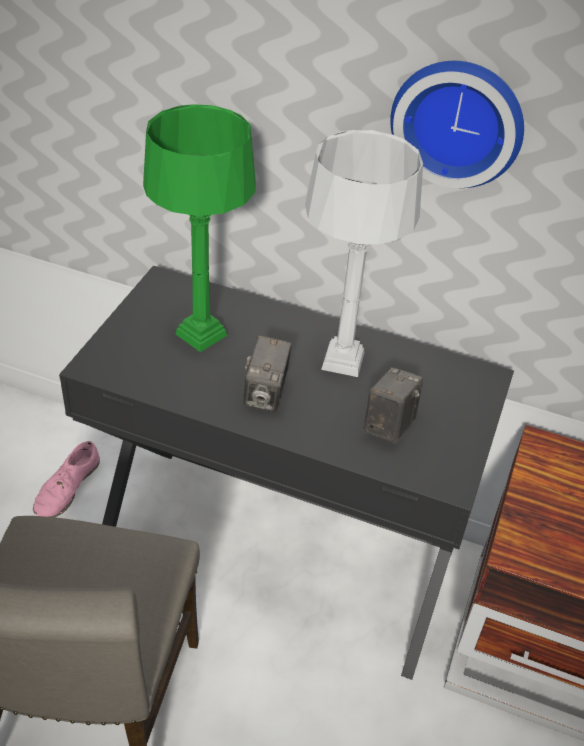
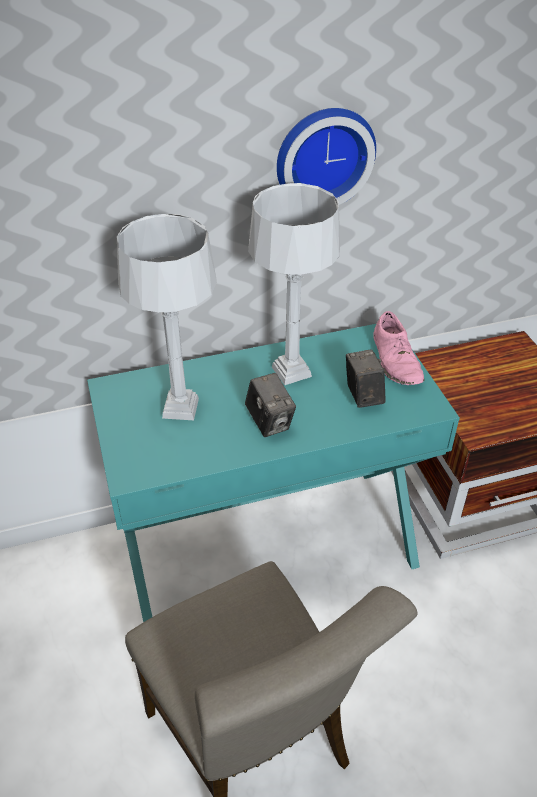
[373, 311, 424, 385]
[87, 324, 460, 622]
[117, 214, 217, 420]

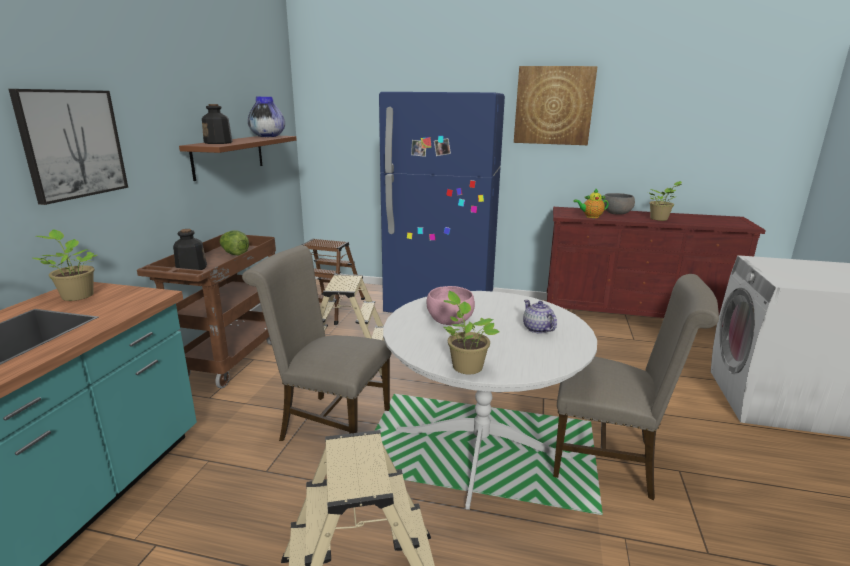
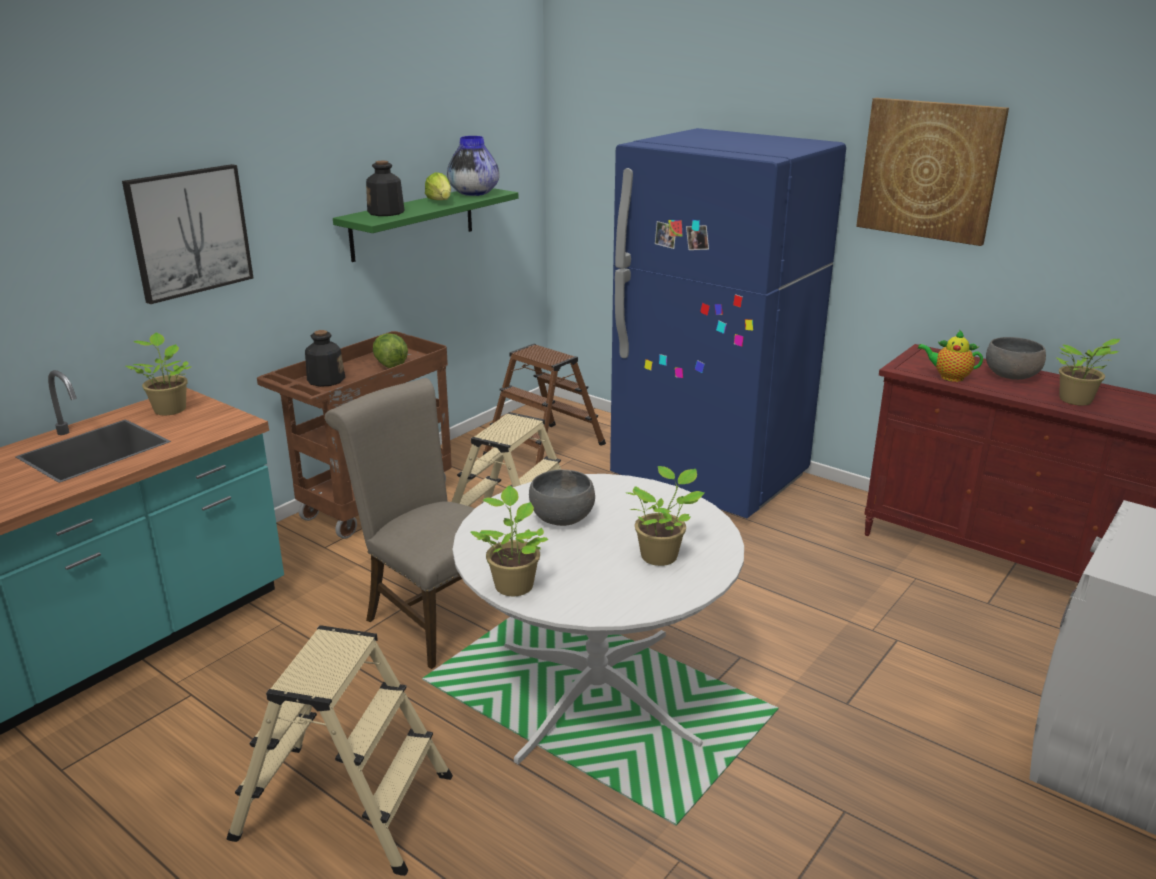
[333, 188, 518, 262]
[529, 469, 595, 526]
[626, 466, 705, 566]
[553, 274, 719, 500] (first image)
[425, 172, 451, 200]

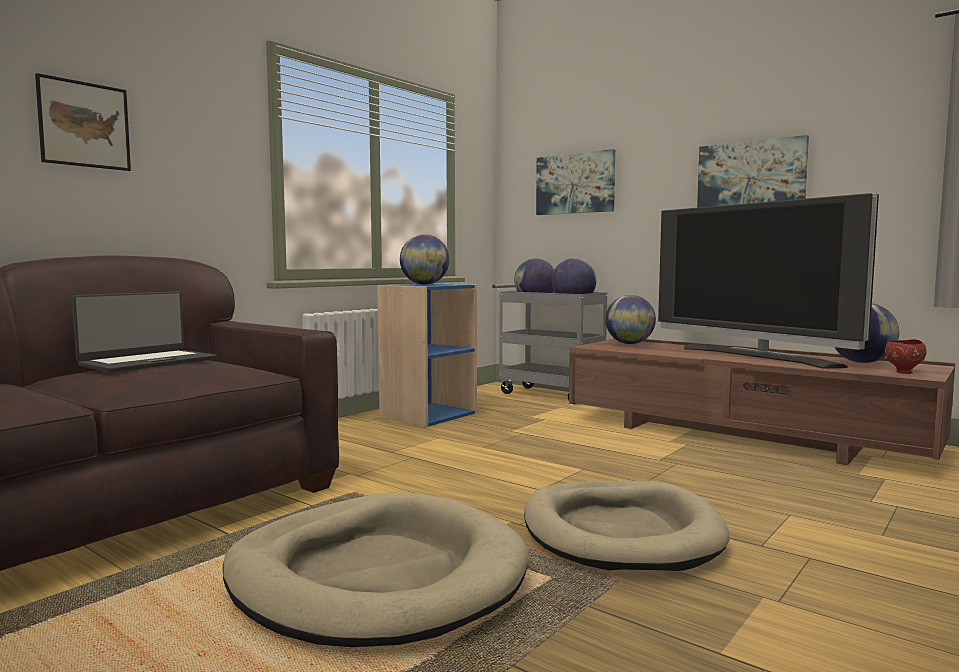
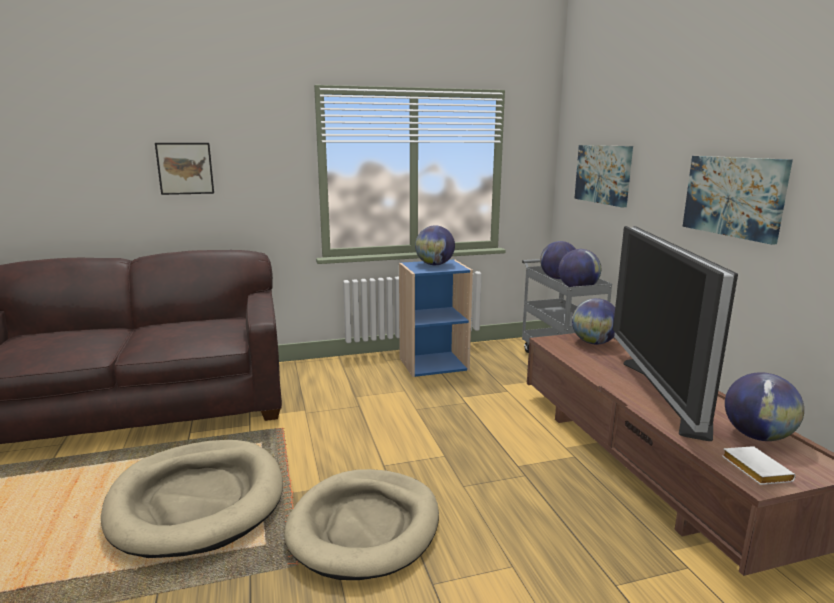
[72, 291, 217, 373] (first image)
[722, 446, 796, 485]

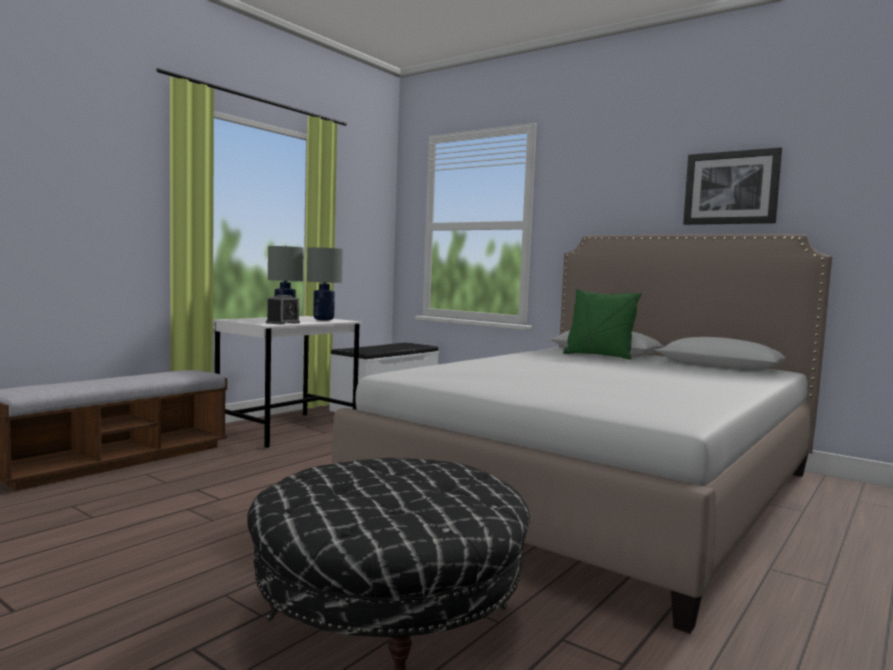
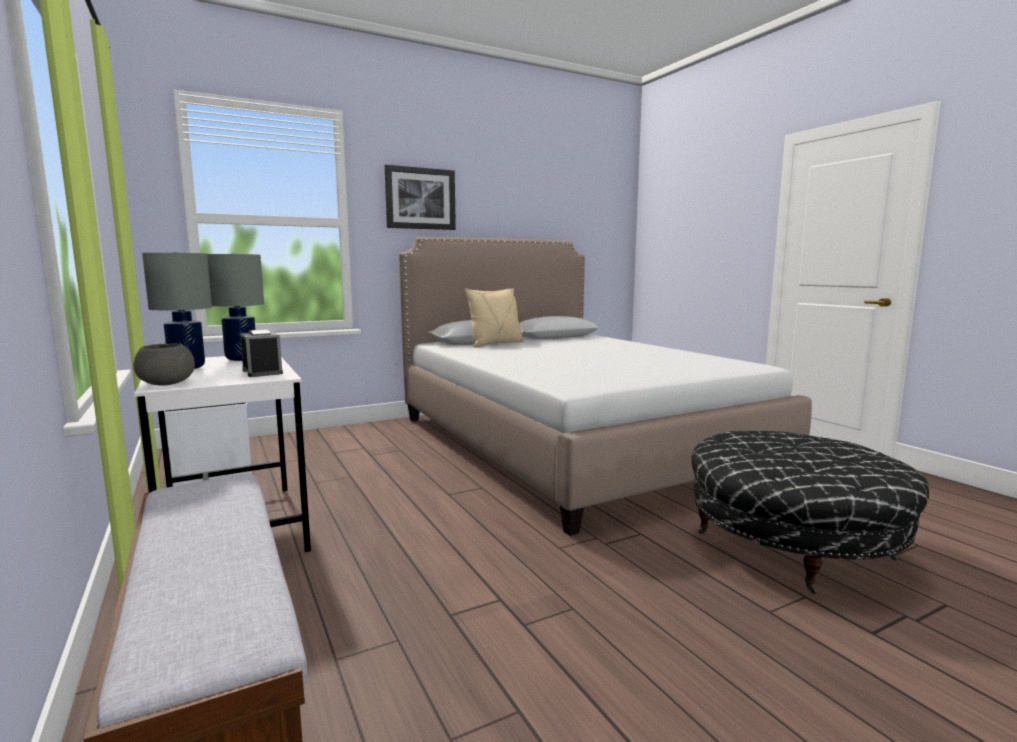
[465, 288, 524, 348]
[385, 165, 456, 230]
[133, 343, 195, 386]

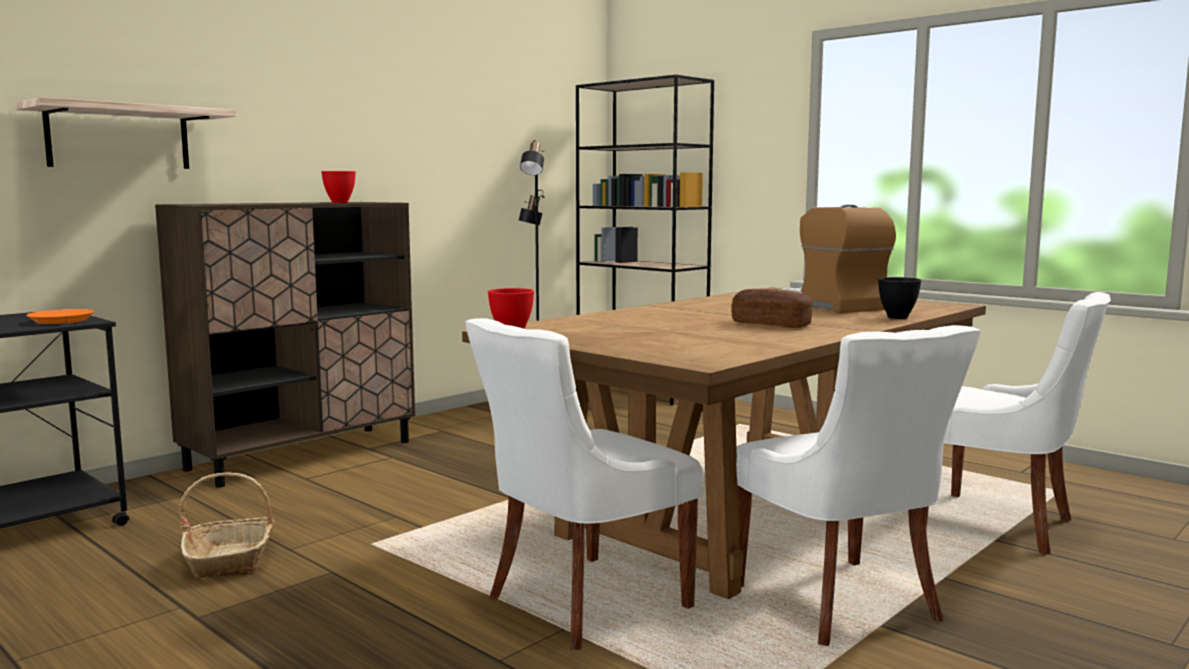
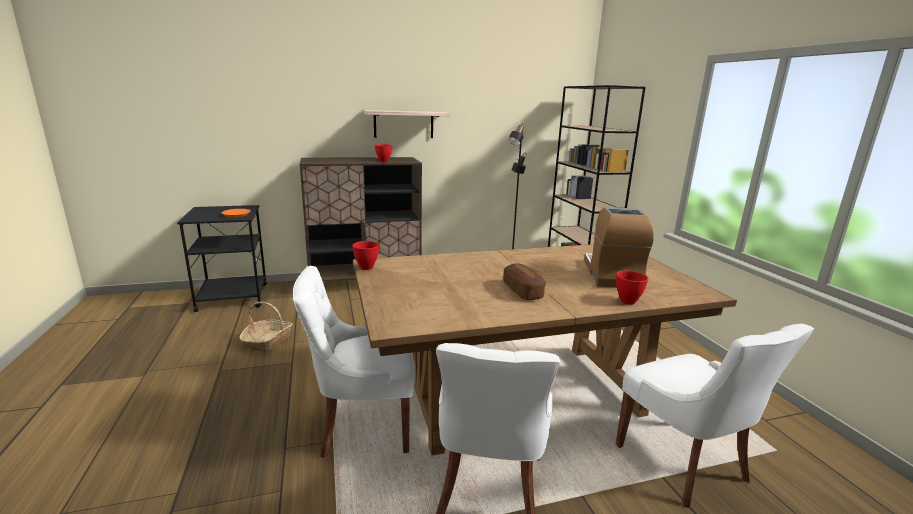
[363, 110, 451, 138]
[616, 271, 648, 305]

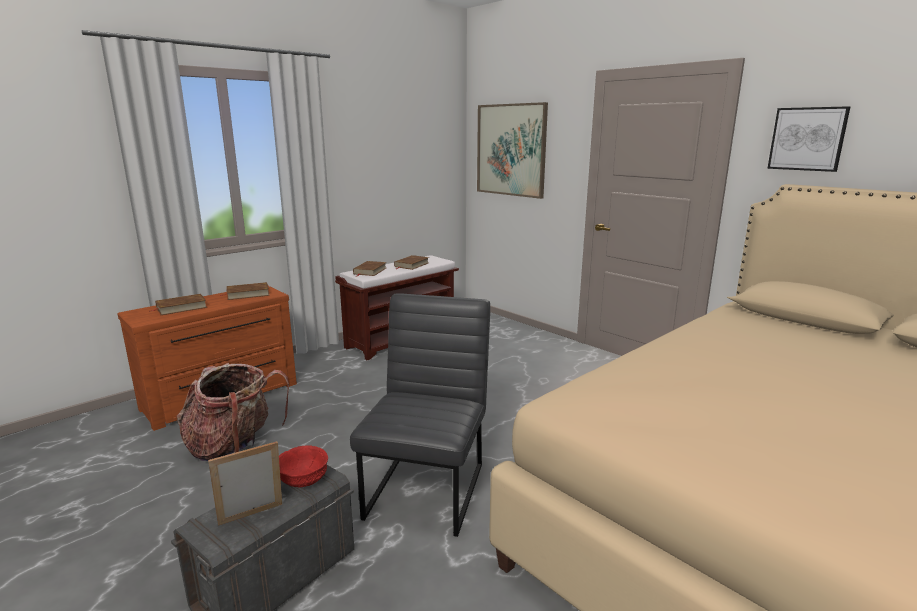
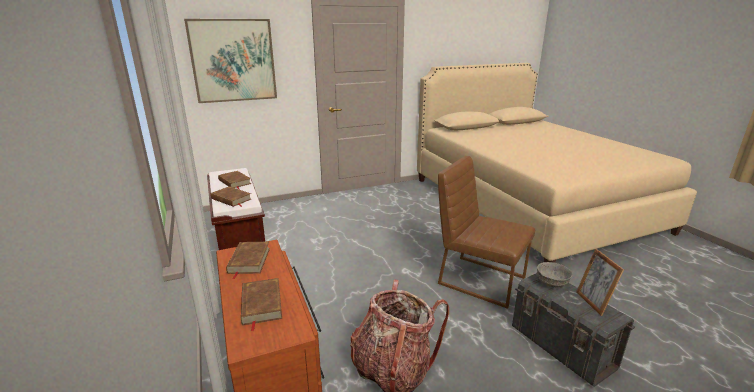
[536, 262, 573, 288]
[438, 156, 535, 309]
[767, 106, 850, 172] (first image)

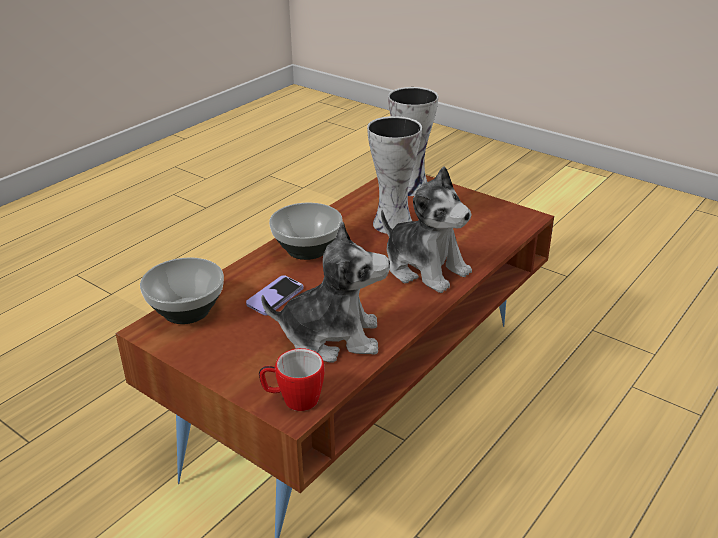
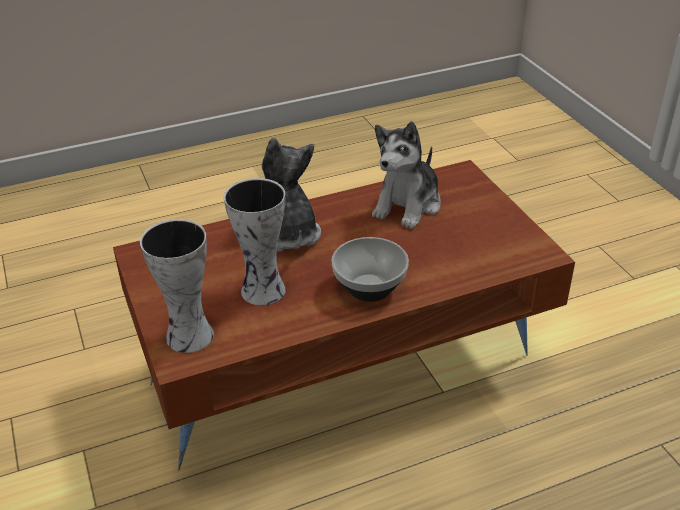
[140, 257, 224, 324] (first image)
[246, 275, 303, 315] (first image)
[259, 348, 325, 411] (first image)
[372, 121, 441, 229]

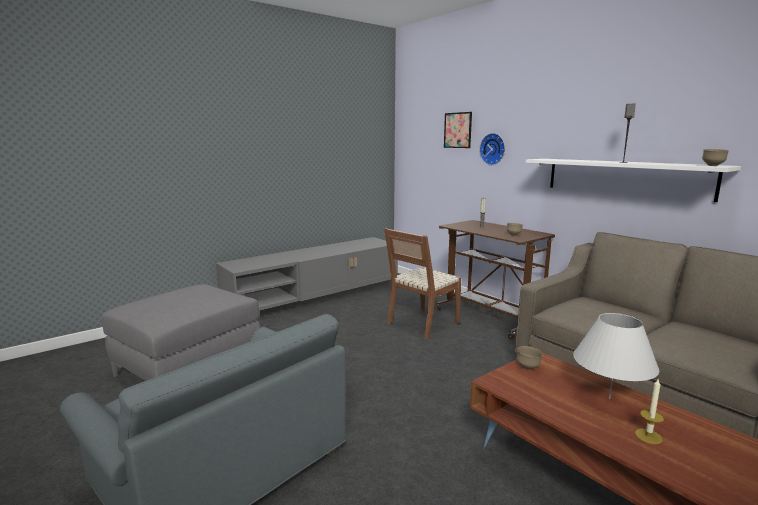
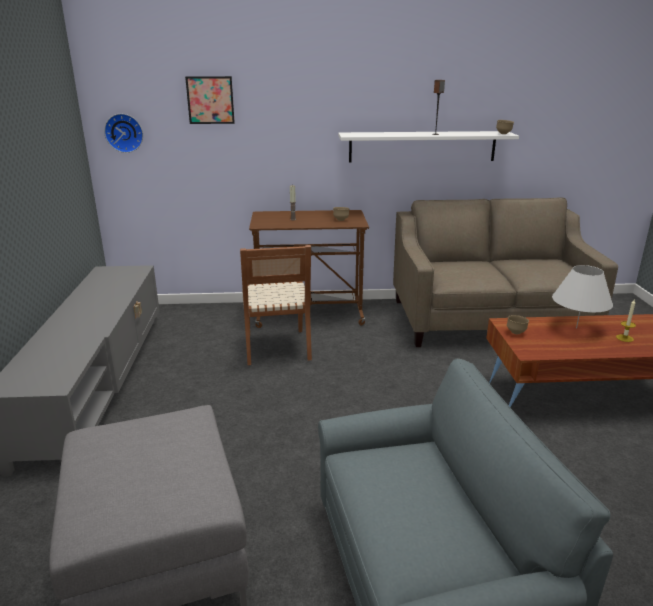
[104, 114, 143, 153]

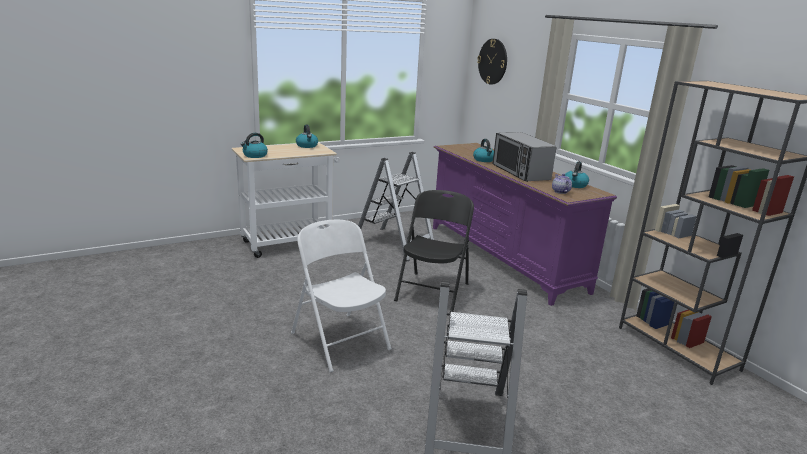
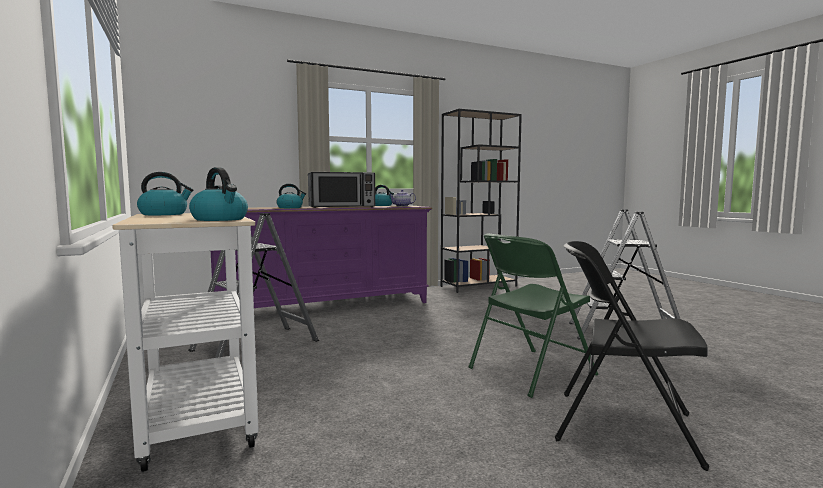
[468, 233, 598, 398]
[555, 241, 709, 471]
[477, 39, 507, 84] (first image)

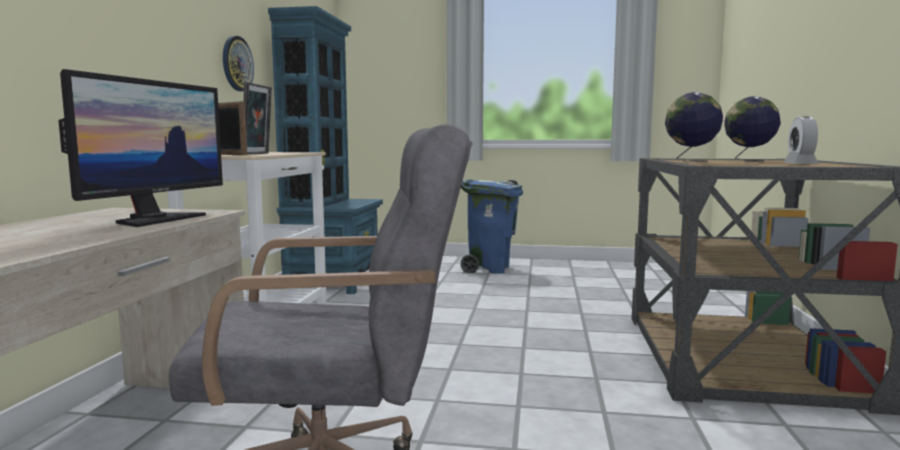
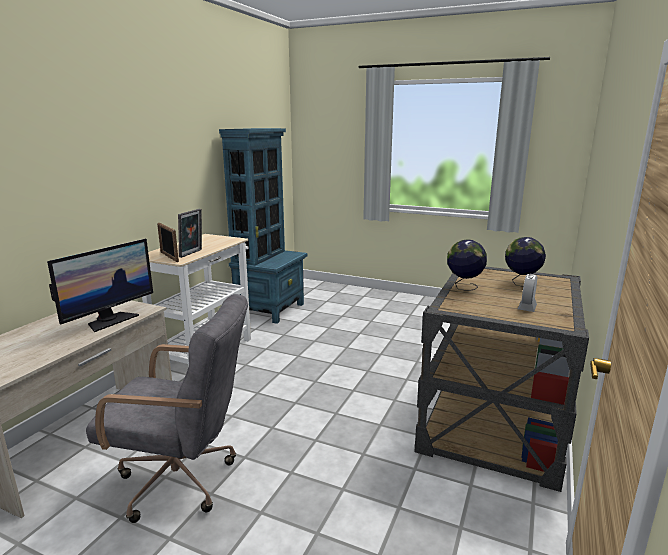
[223, 36, 254, 91] (first image)
[461, 179, 523, 274] (first image)

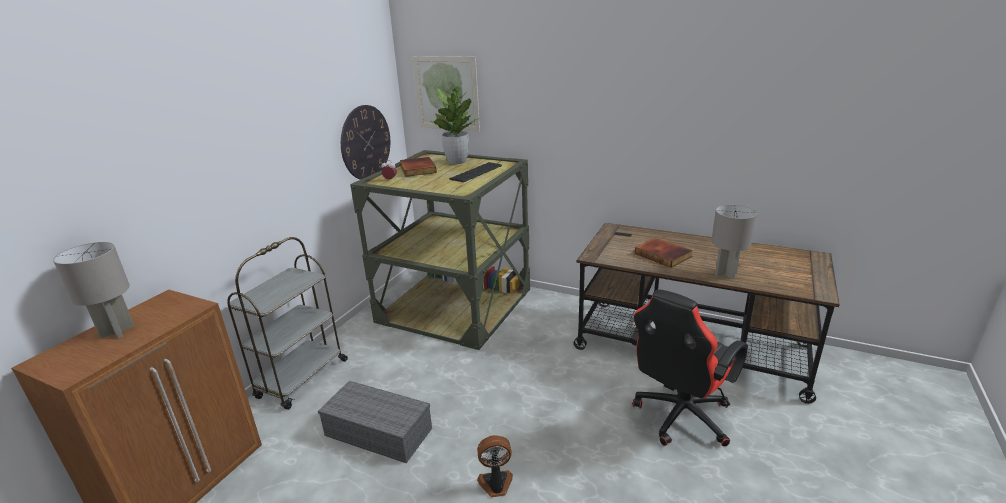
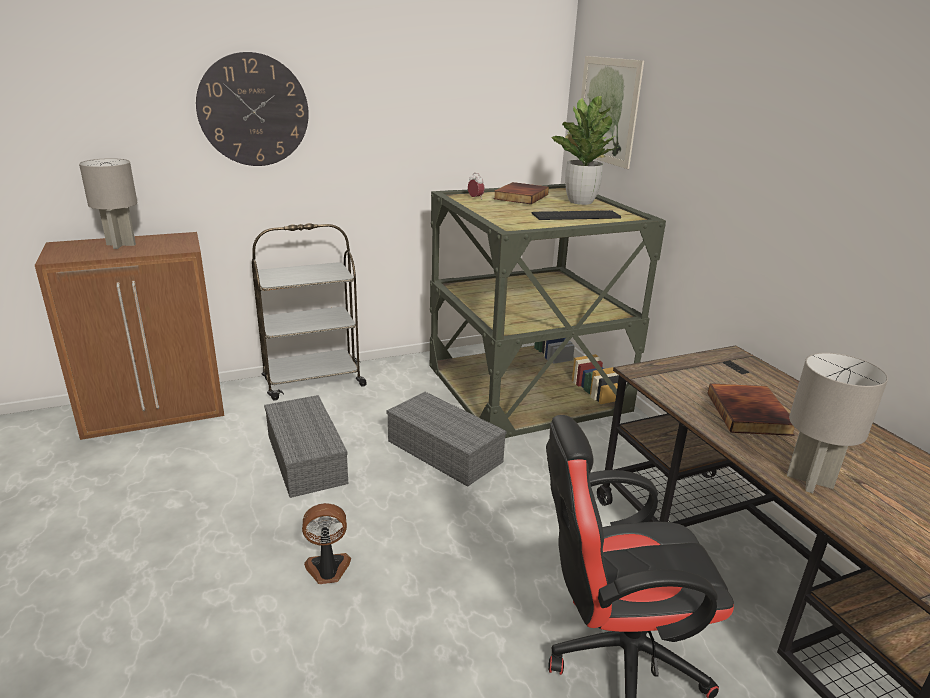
[196, 52, 309, 166]
[302, 503, 351, 584]
[386, 392, 507, 487]

